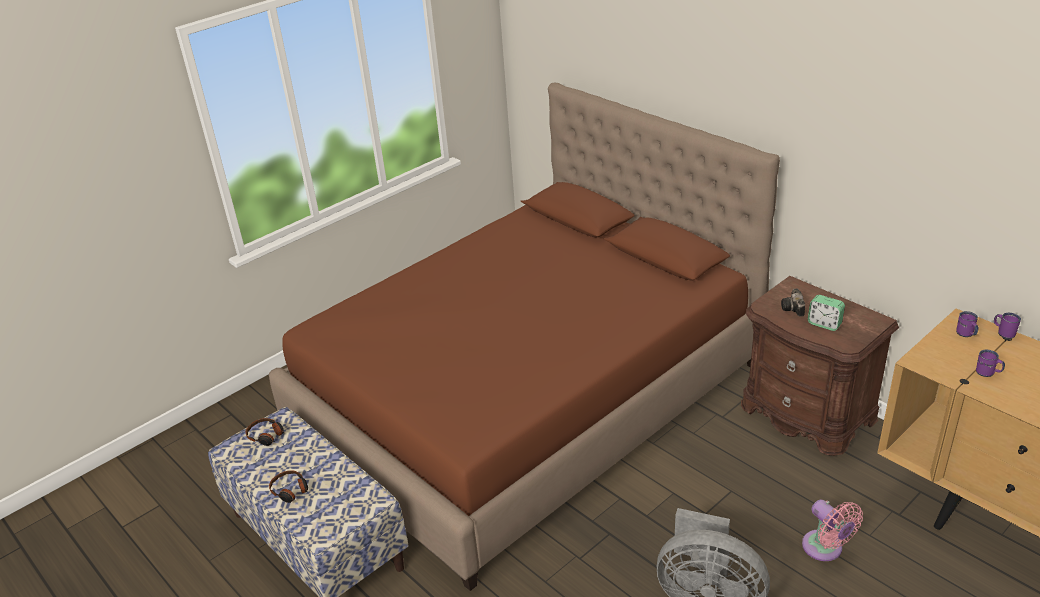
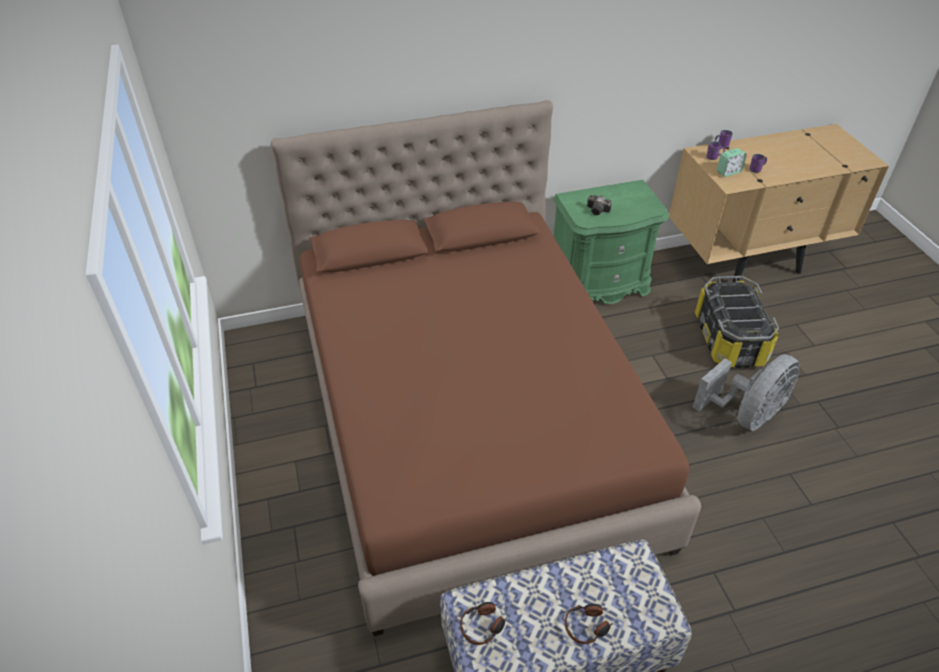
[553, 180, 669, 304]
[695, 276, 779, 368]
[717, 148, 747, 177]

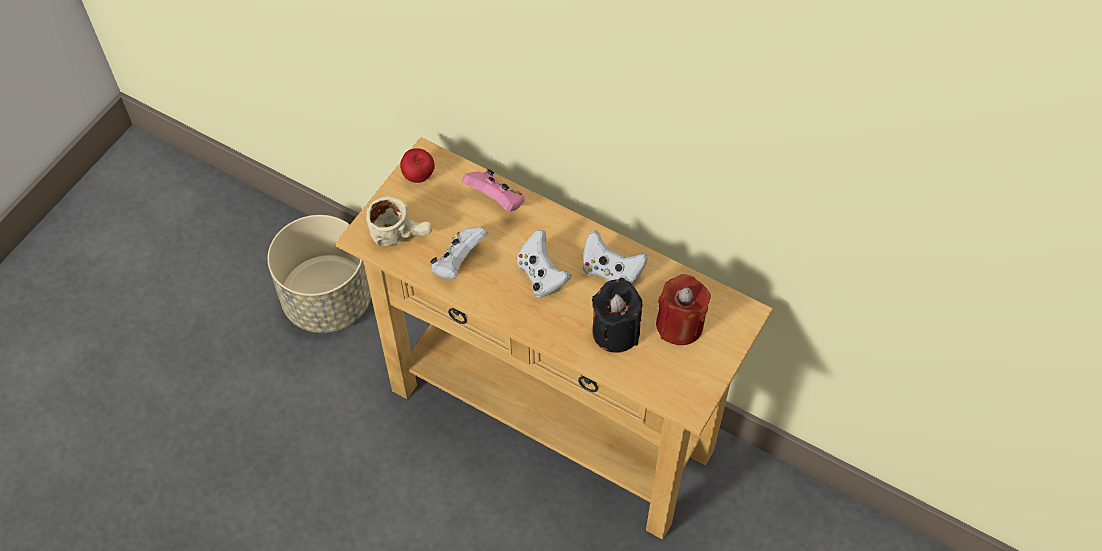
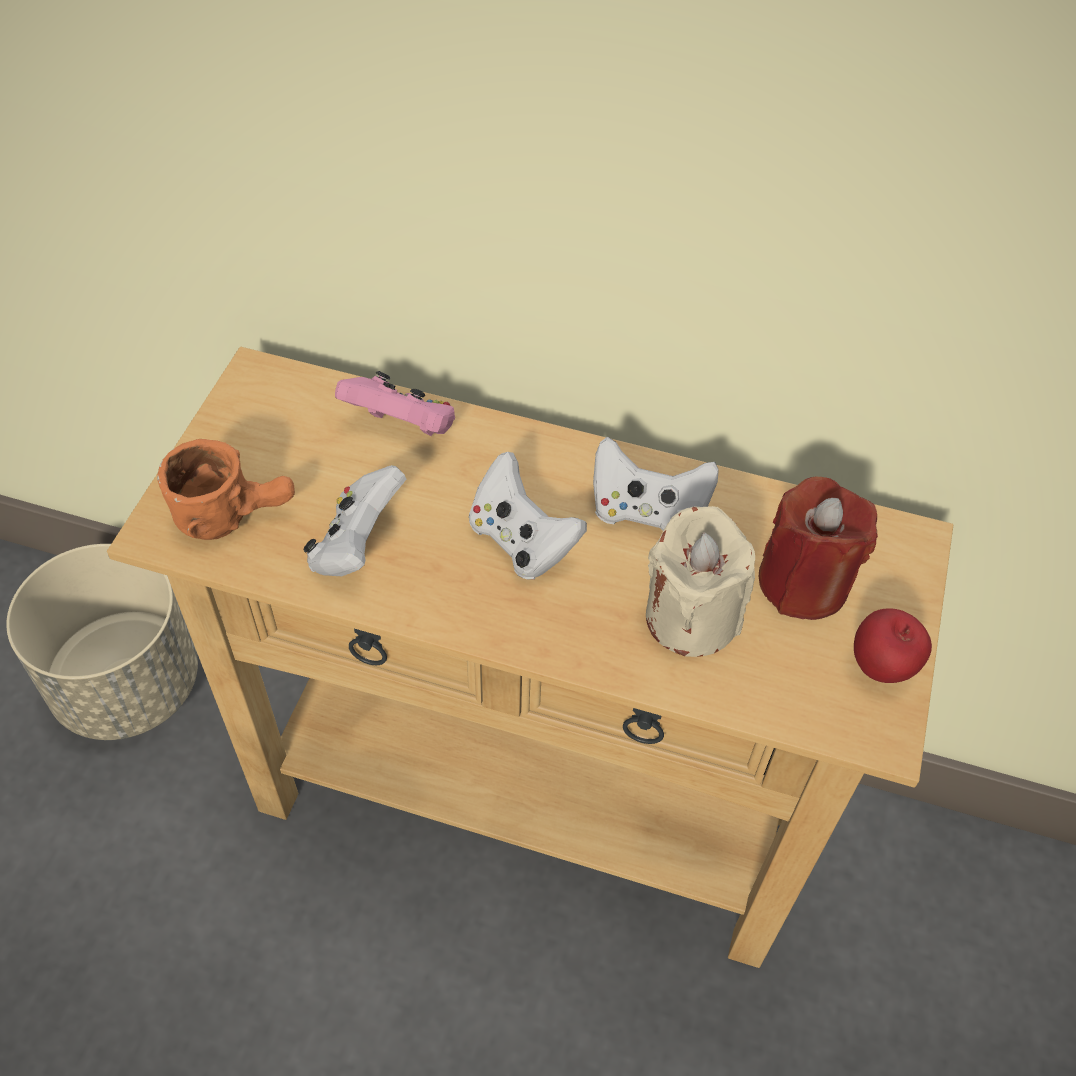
[157, 439, 295, 540]
[854, 608, 932, 683]
[646, 506, 755, 657]

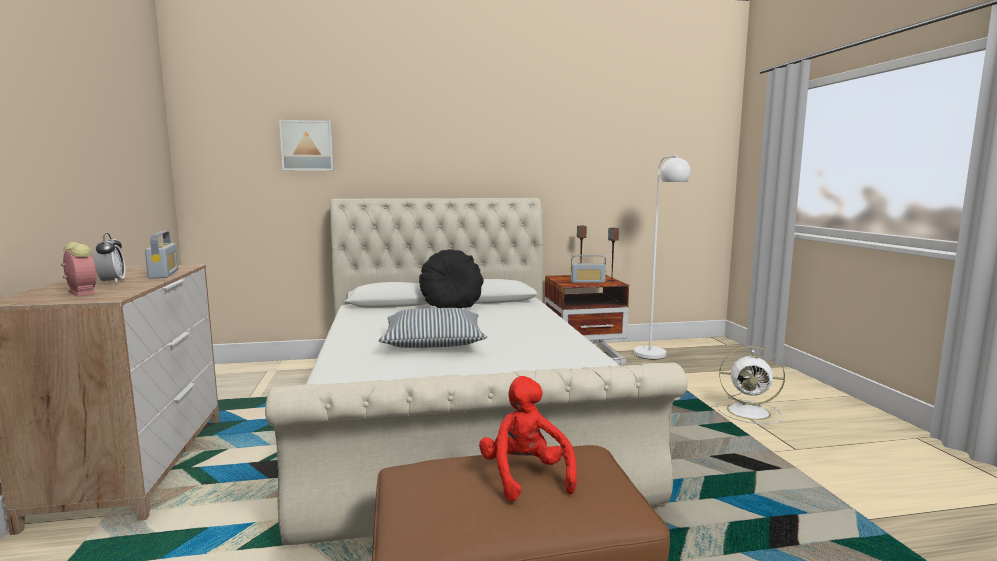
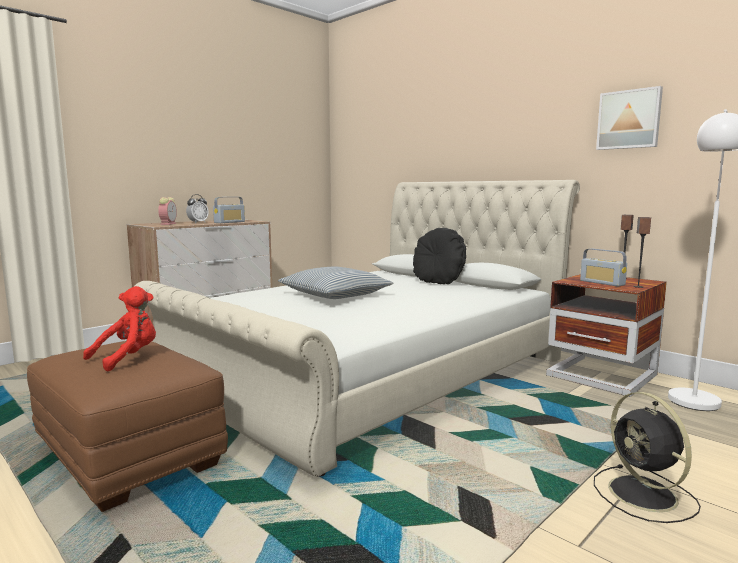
[596, 86, 663, 150]
[594, 392, 701, 523]

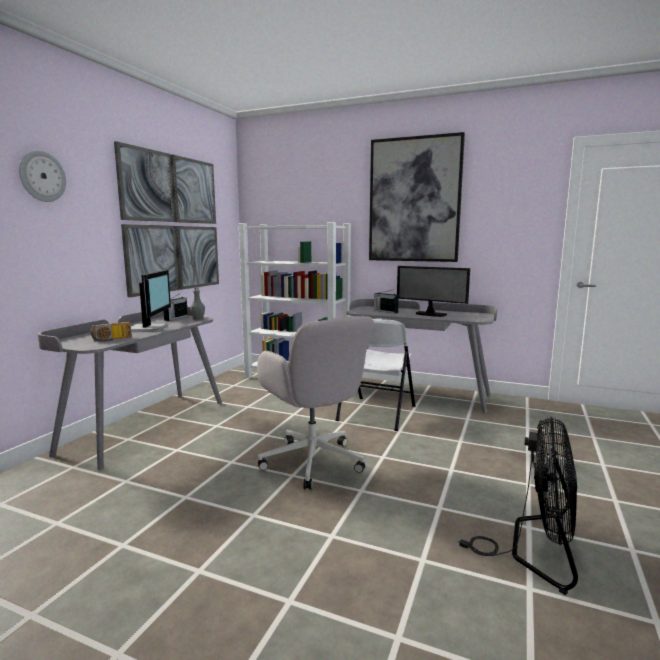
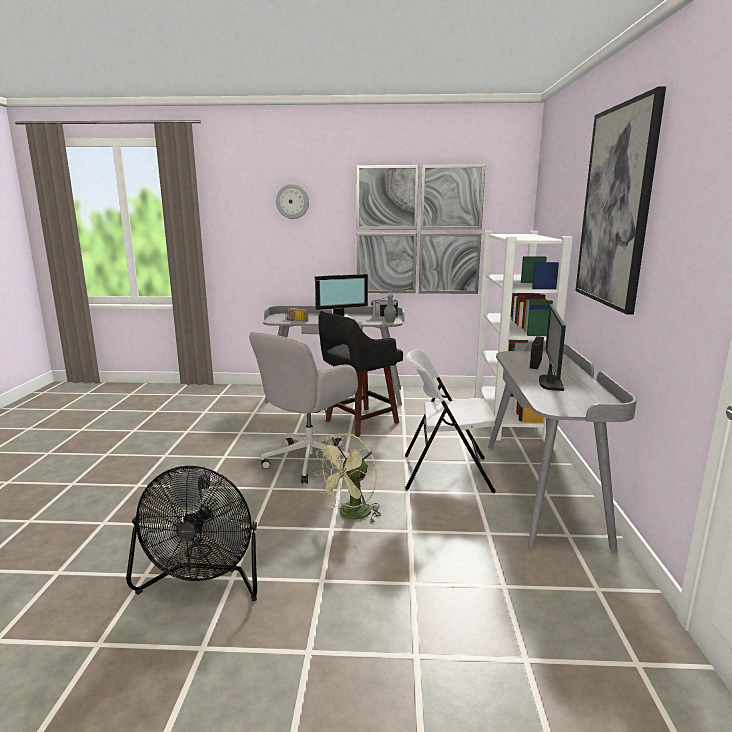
[314, 433, 381, 523]
[318, 311, 403, 437]

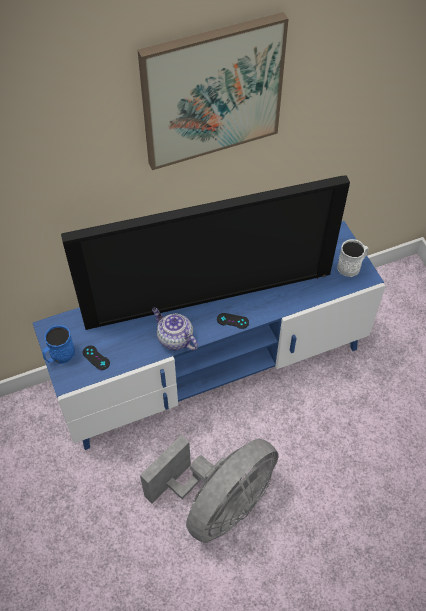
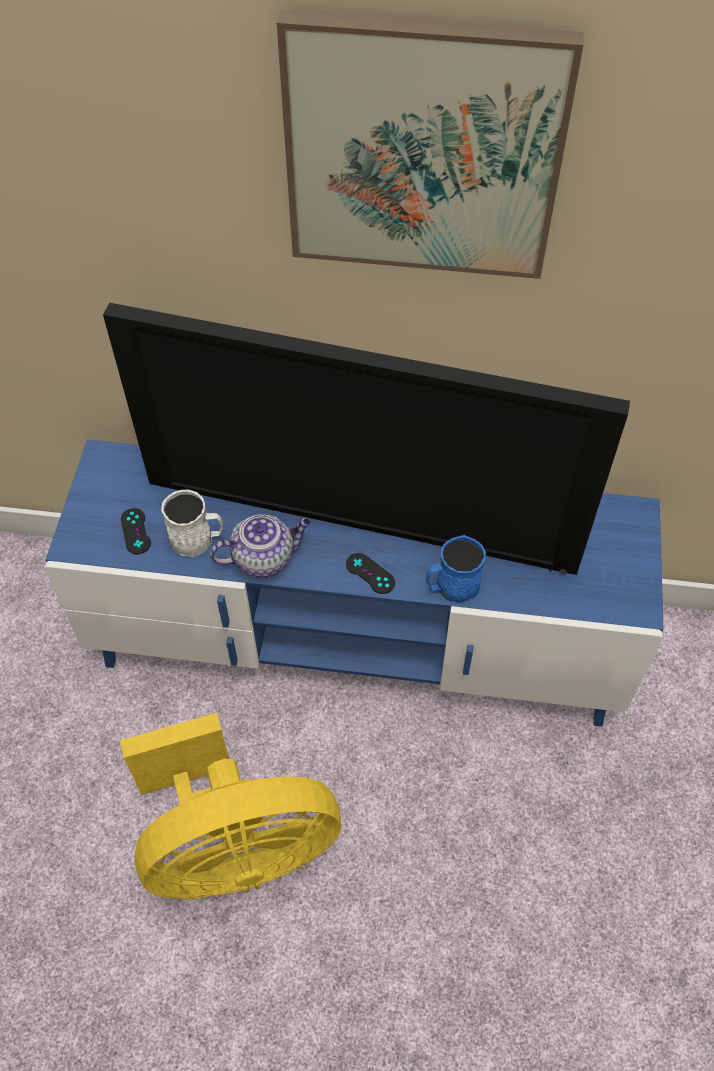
[426, 535, 486, 603]
[120, 713, 341, 899]
[210, 514, 311, 578]
[161, 489, 223, 557]

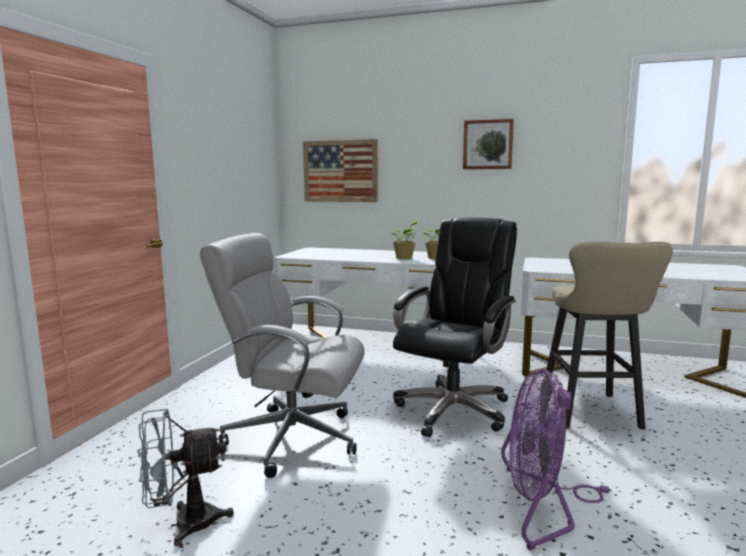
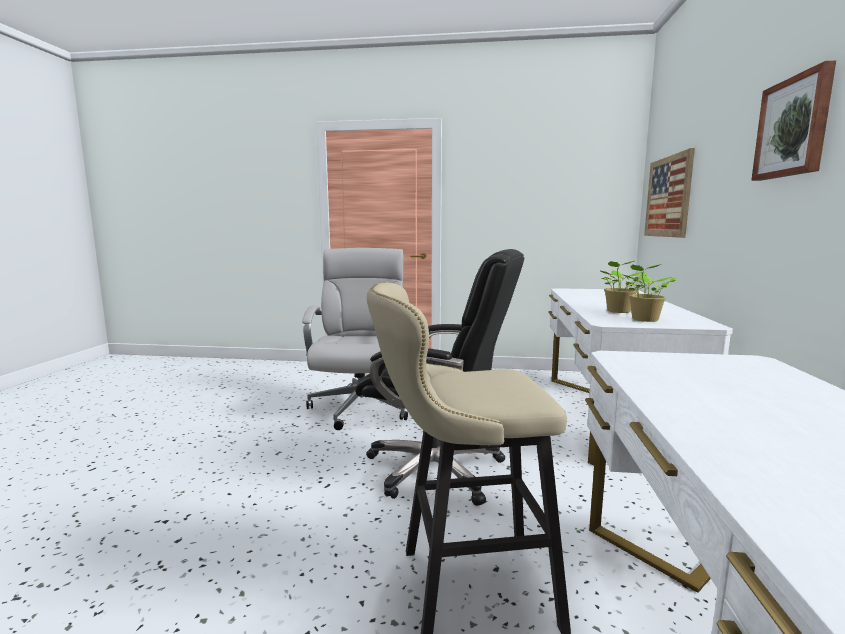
[138, 409, 234, 546] (first image)
[501, 369, 612, 551] (first image)

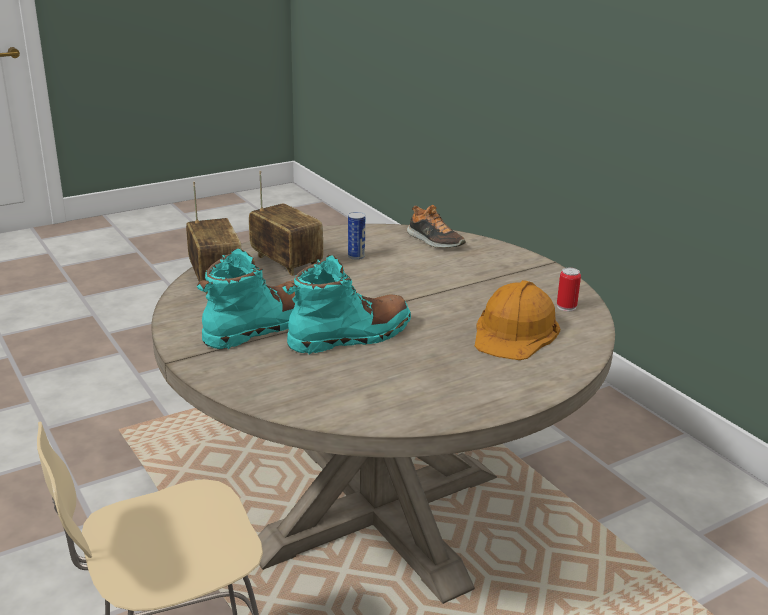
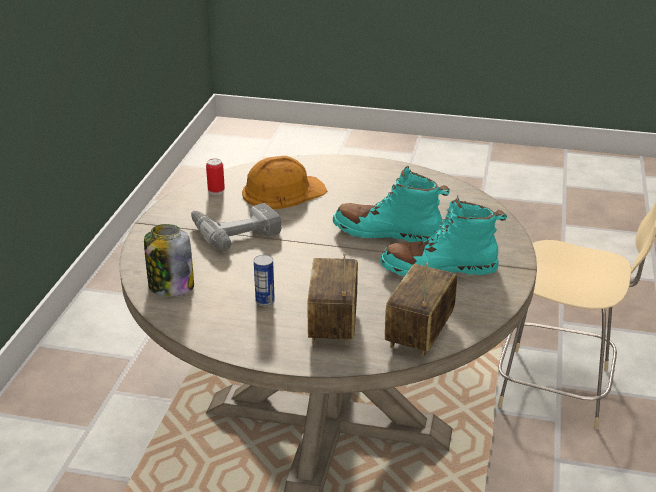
[144, 224, 194, 296]
[191, 203, 281, 251]

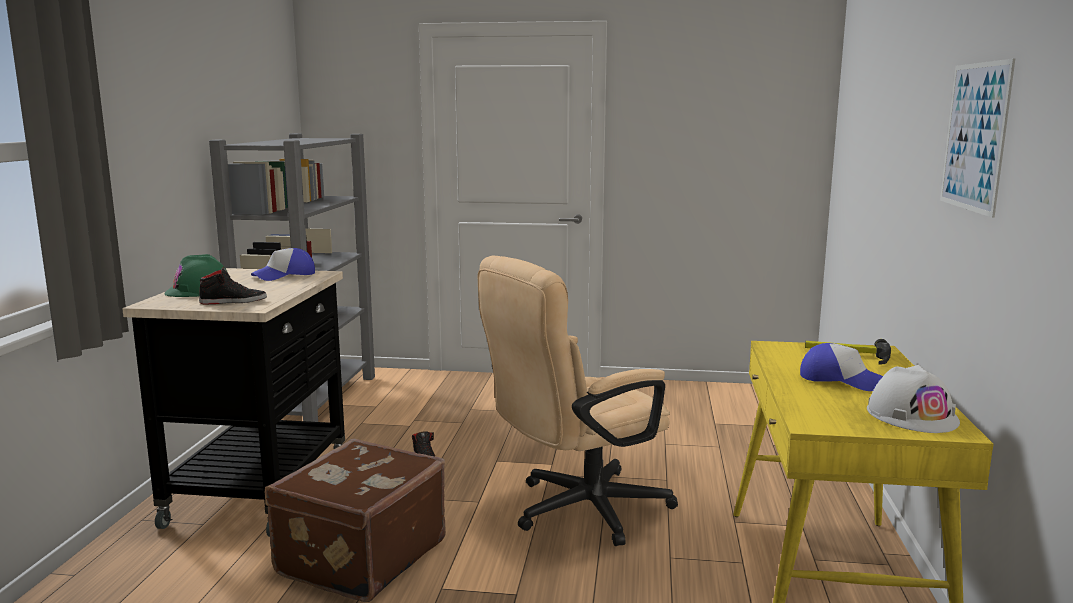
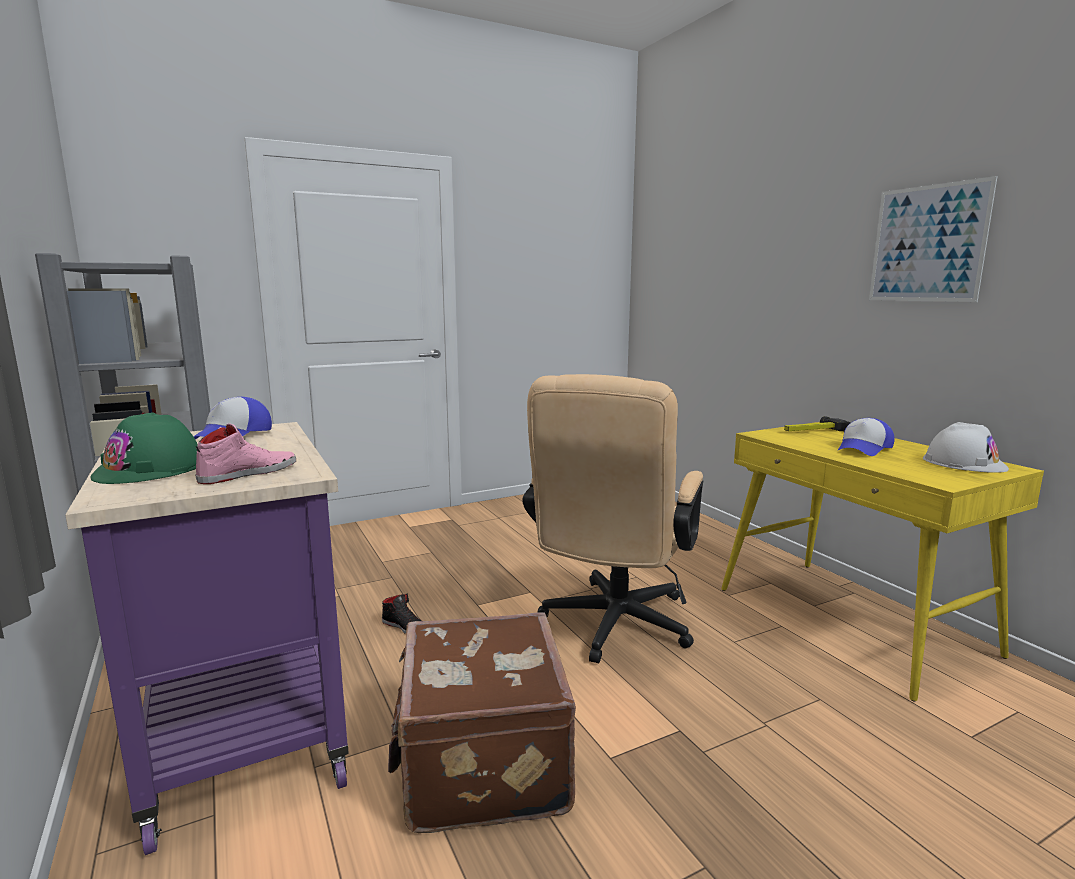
[65, 422, 349, 855]
[195, 423, 296, 484]
[838, 418, 895, 456]

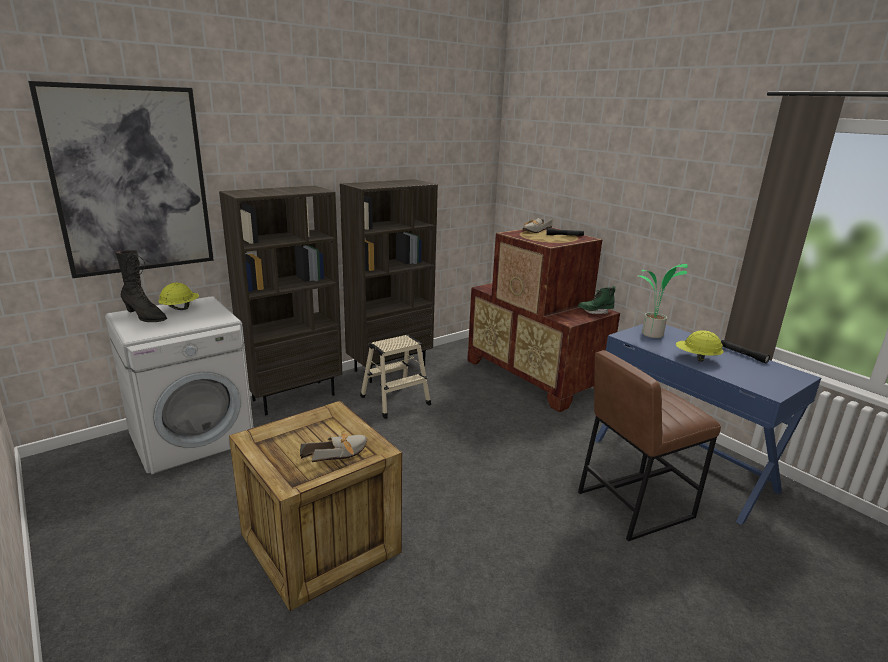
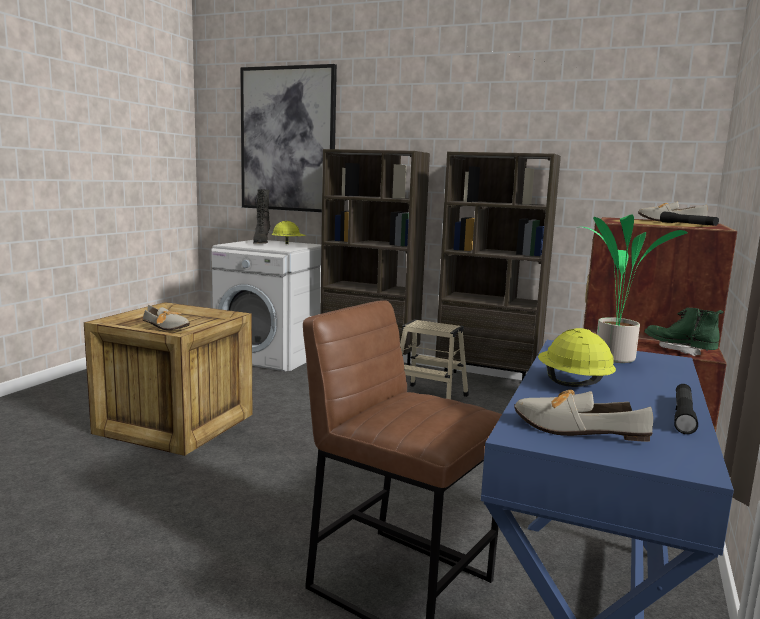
[514, 390, 653, 442]

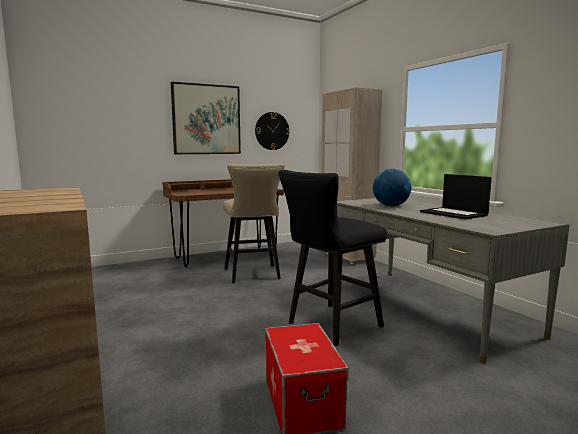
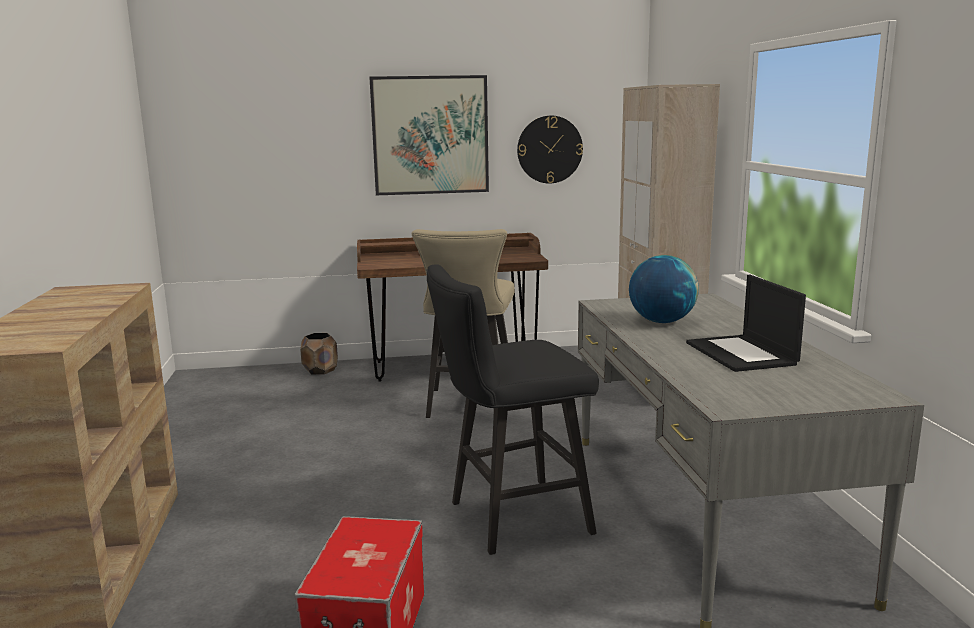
[300, 333, 338, 374]

